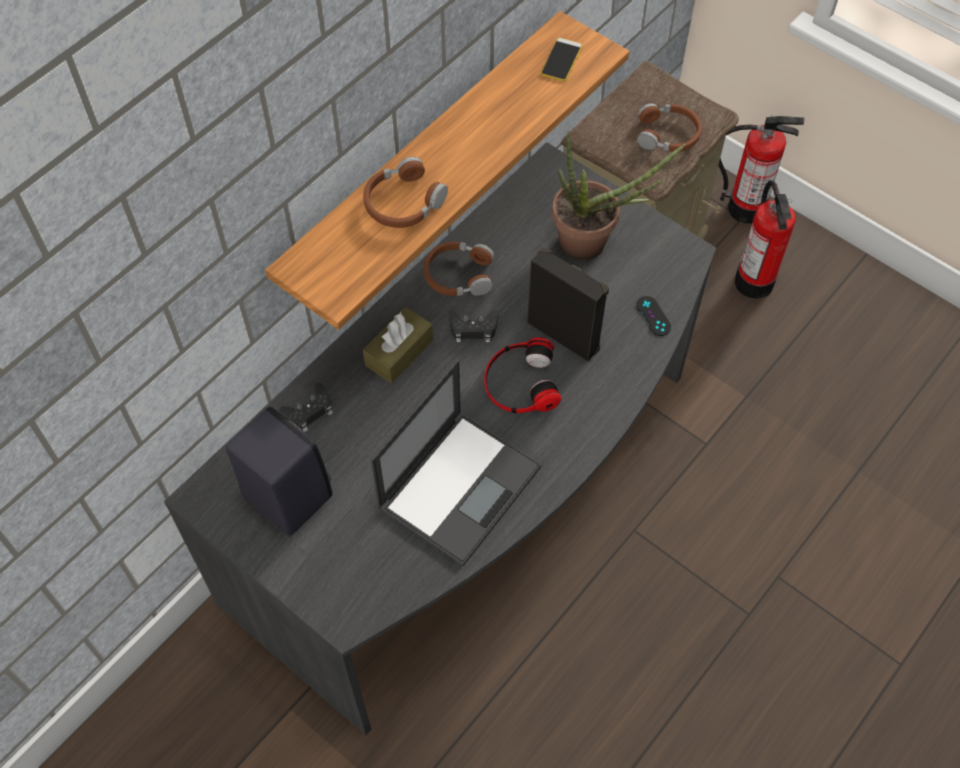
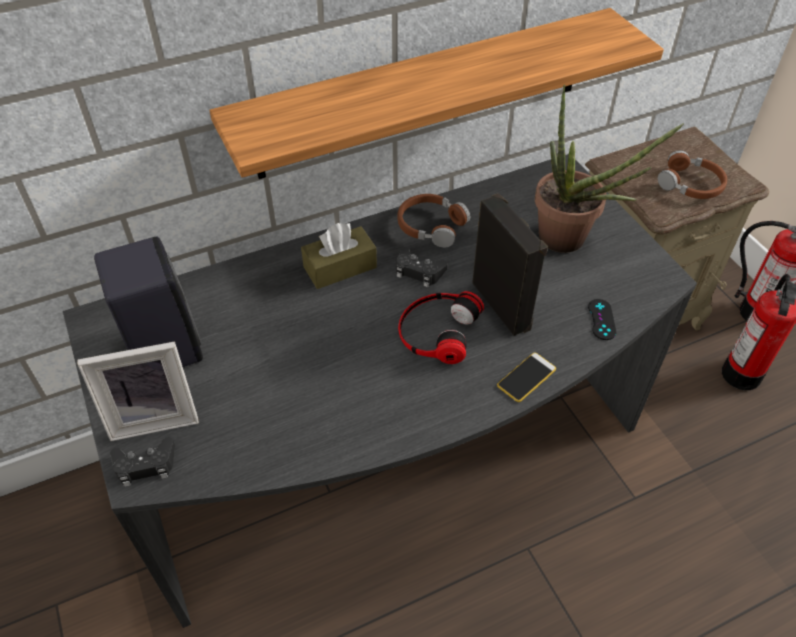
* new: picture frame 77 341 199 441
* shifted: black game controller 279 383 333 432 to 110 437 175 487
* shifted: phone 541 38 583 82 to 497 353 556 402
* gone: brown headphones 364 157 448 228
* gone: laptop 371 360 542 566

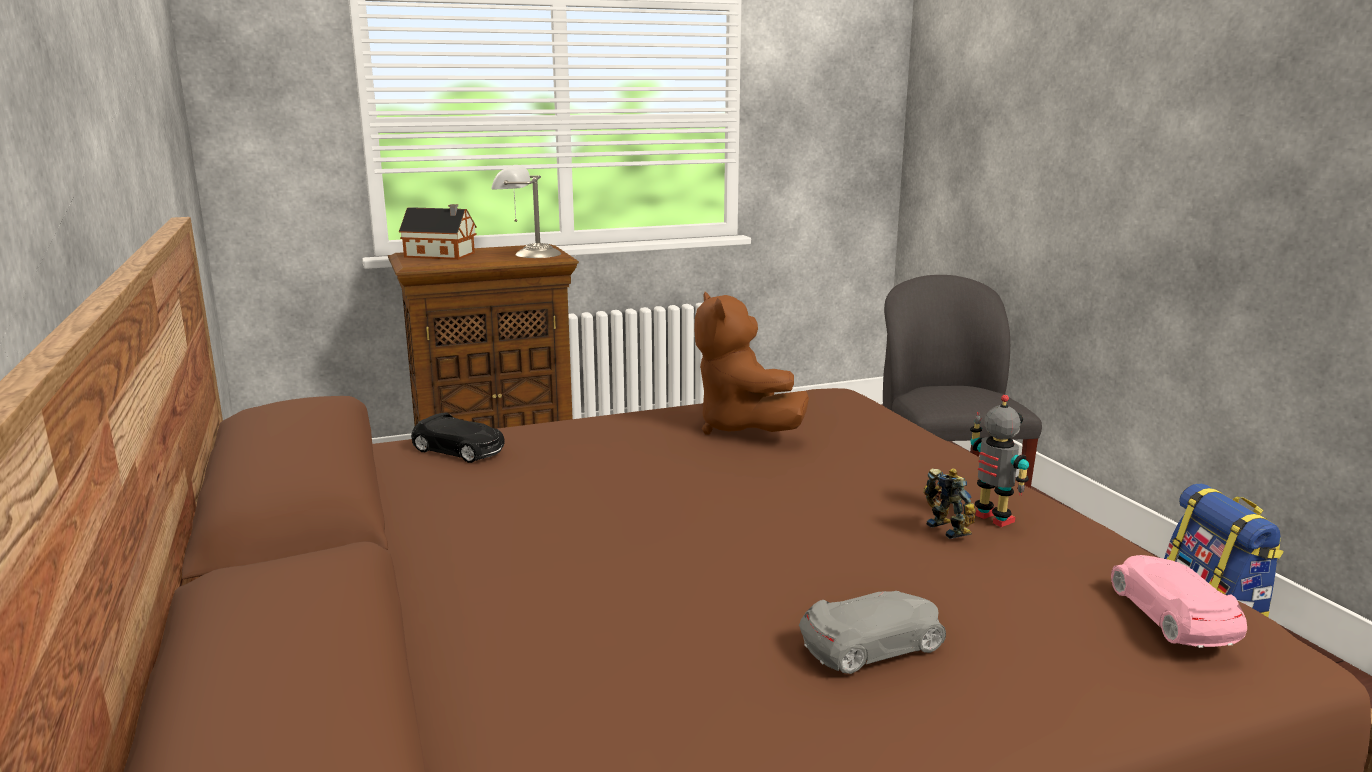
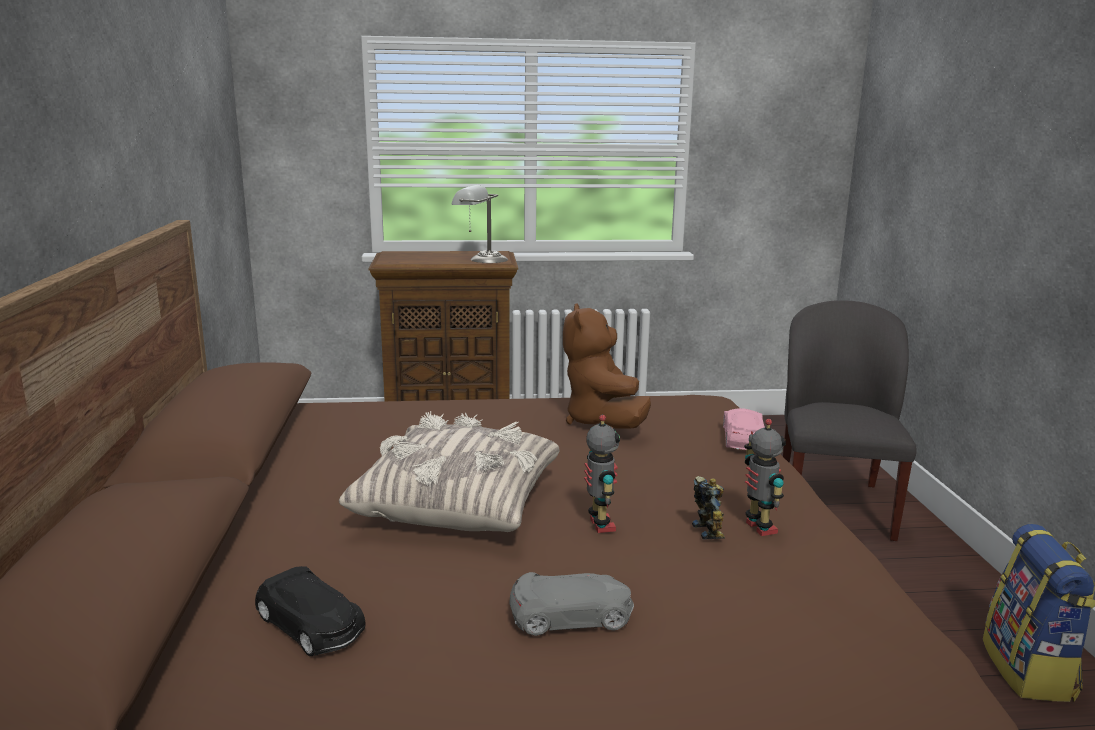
* shifted: black toy car 411 412 505 463 to 255 566 366 656
* new: beige pillow 339 411 560 532
* new: toy robot 584 415 620 533
* shifted: pink toy car 1111 555 1247 648 to 723 408 765 450
* gone: toy house 399 204 477 260

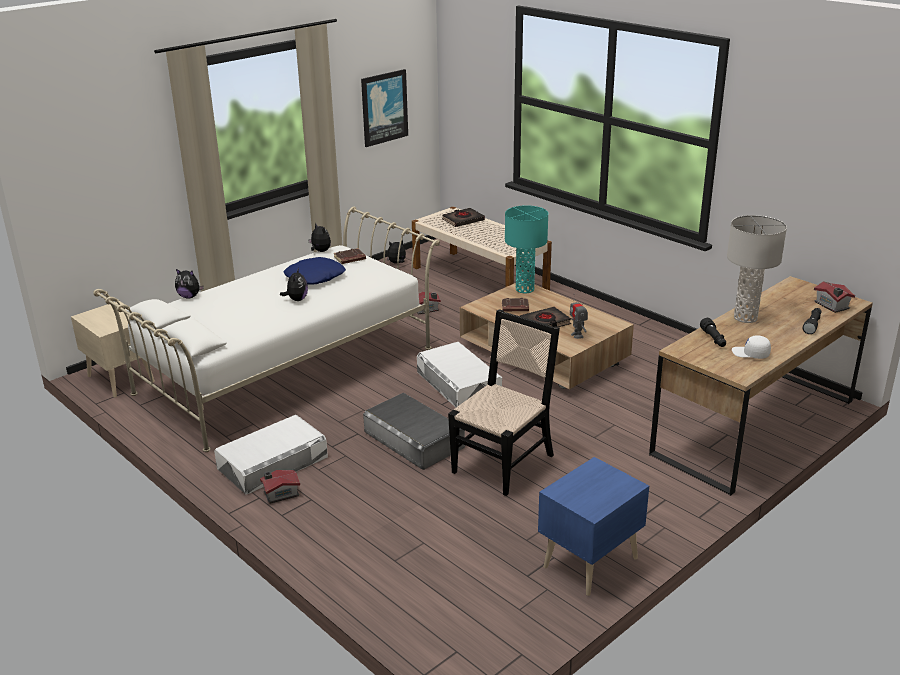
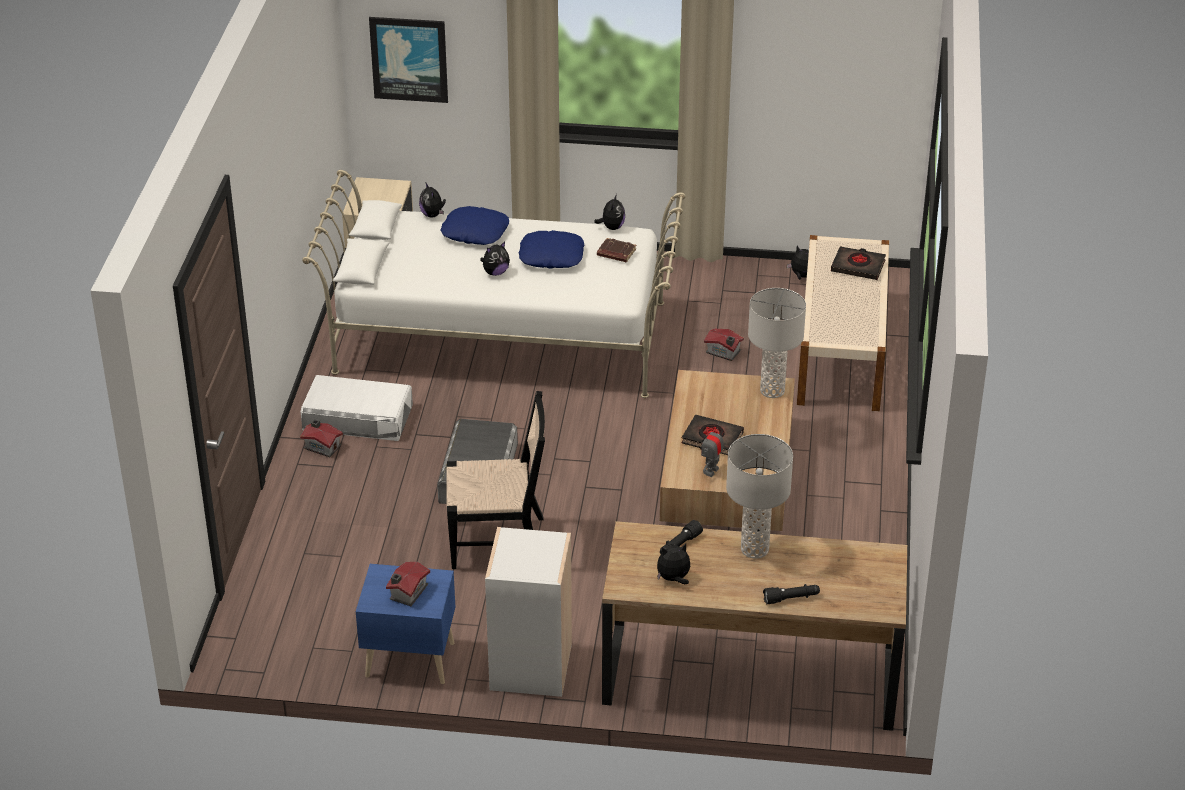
* shifted: picture 361 69 408 147 to 369 17 448 103
* shifted: toy house 814 281 855 313 to 386 562 430 606
* new: blue pillow 440 206 509 245
* new: bookcase 485 527 572 697
* swapped: white cap 732 335 771 359 to plush toy 657 543 690 584
* repainted: turquoise table lamp 505 205 548 293 to white table lamp 748 288 806 398
* gone: white storage box 417 342 502 408
* gone: brown book 502 298 529 312

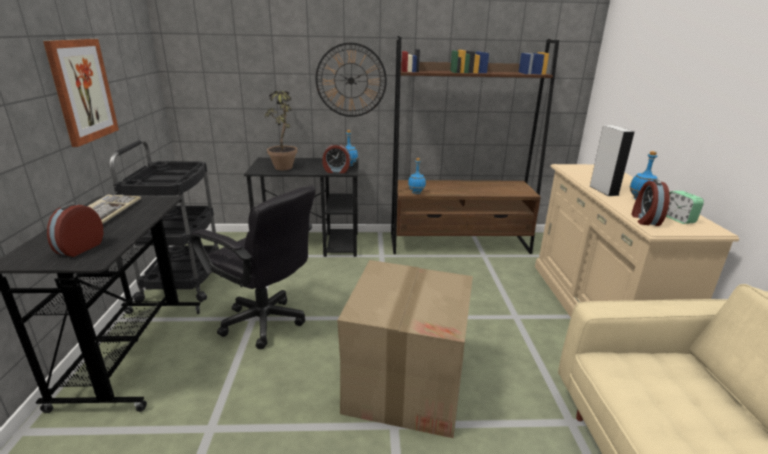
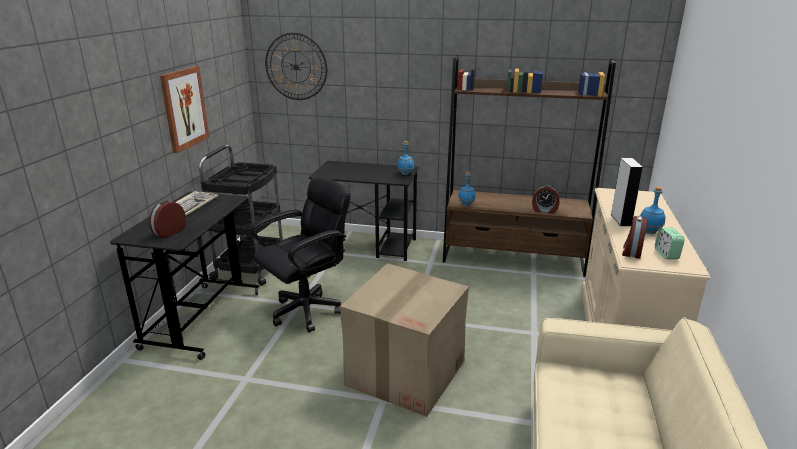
* rotated: black office chair 190 185 315 349 = 251 177 351 333 90 degrees counterclockwise
* shifted: wall clock 316 42 387 117 to 265 33 327 100
* shifted: alarm clock 322 143 351 173 to 532 185 560 214
* gone: potted plant 265 91 297 170

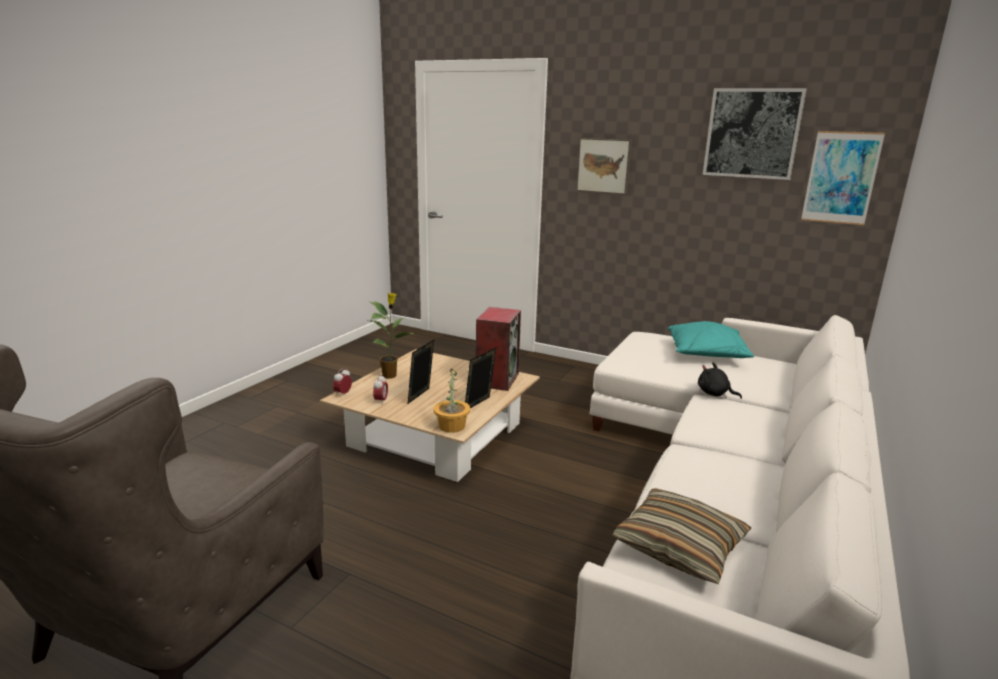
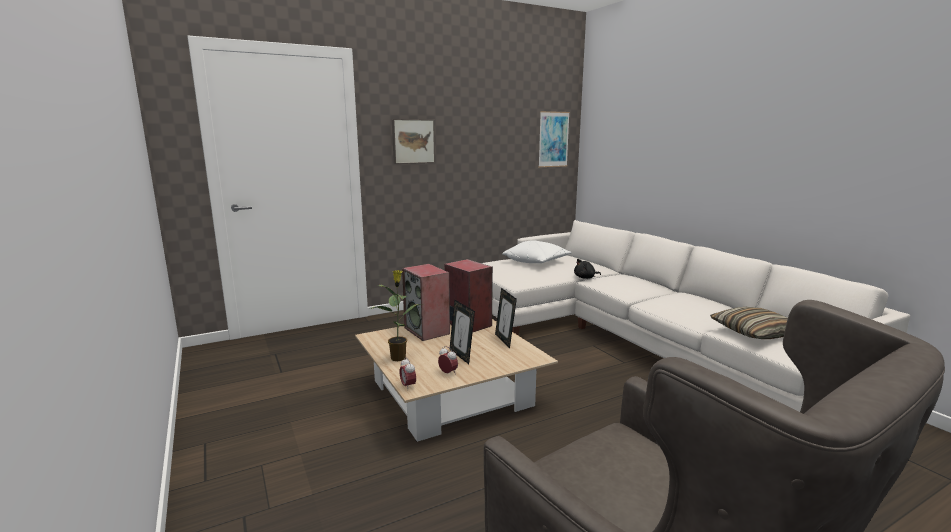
* new: speaker 402 264 450 341
* repainted: turquoise pillow 668 321 754 358 to white pillow 502 240 572 263
* gone: potted plant 434 368 470 433
* gone: picture 703 88 807 180

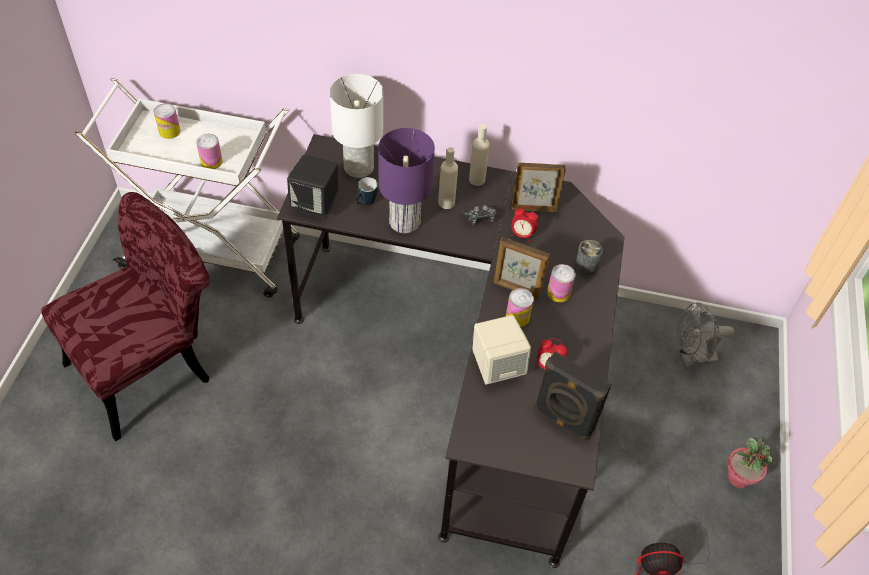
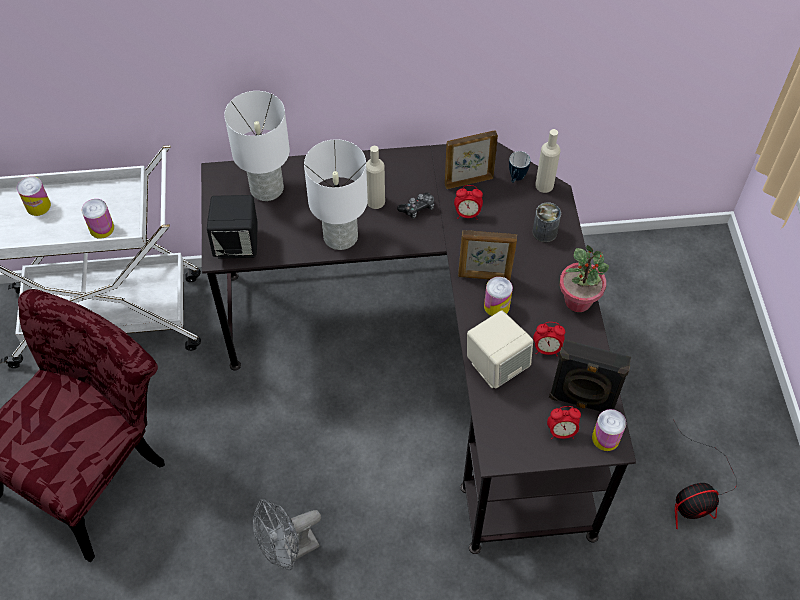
* shifted: grey fan 678 302 735 368 to 253 499 321 570
* repainted: purple table lamp 379 128 435 233 to white table lamp 304 139 368 250
* shifted: mug 355 177 378 205 to 509 151 530 183
* shifted: beige bottle 469 124 490 186 to 535 129 560 193
* new: alarm clock 547 406 581 439
* shifted: potted plant 727 438 773 488 to 559 245 609 312
* shifted: can 547 264 576 302 to 592 409 626 451

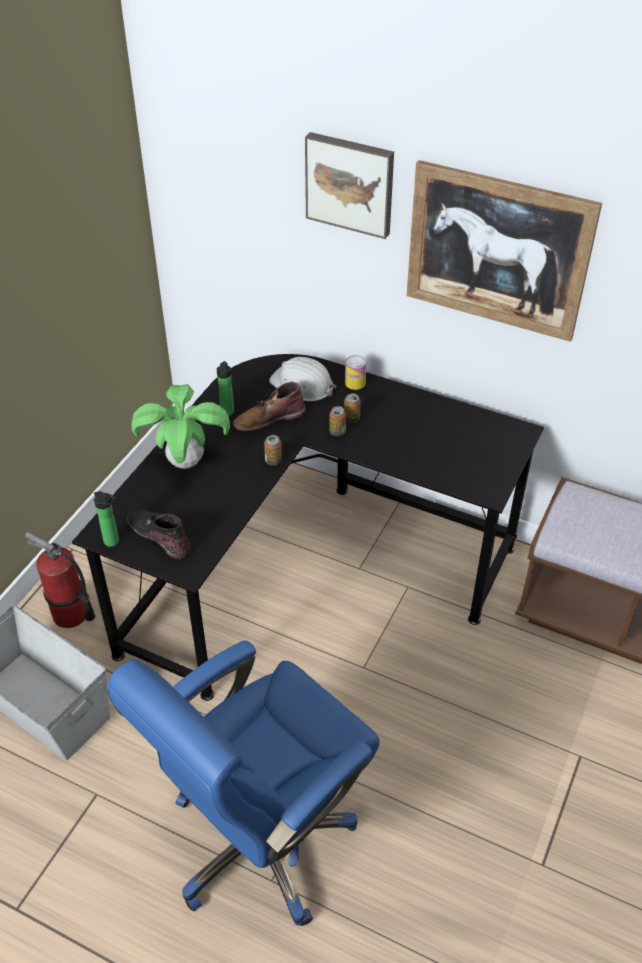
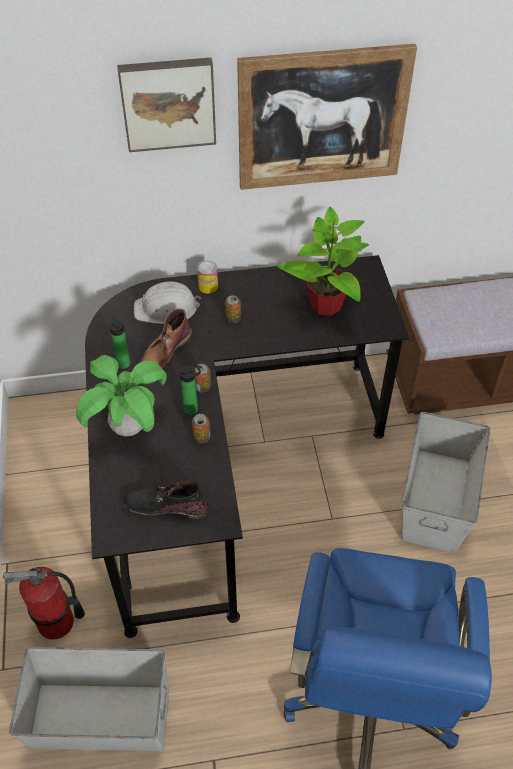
* shifted: bottle 94 491 119 547 to 179 365 201 415
* shifted: can 329 406 346 436 to 192 414 211 443
* new: potted plant 277 207 369 316
* new: grey storage box 401 412 490 553

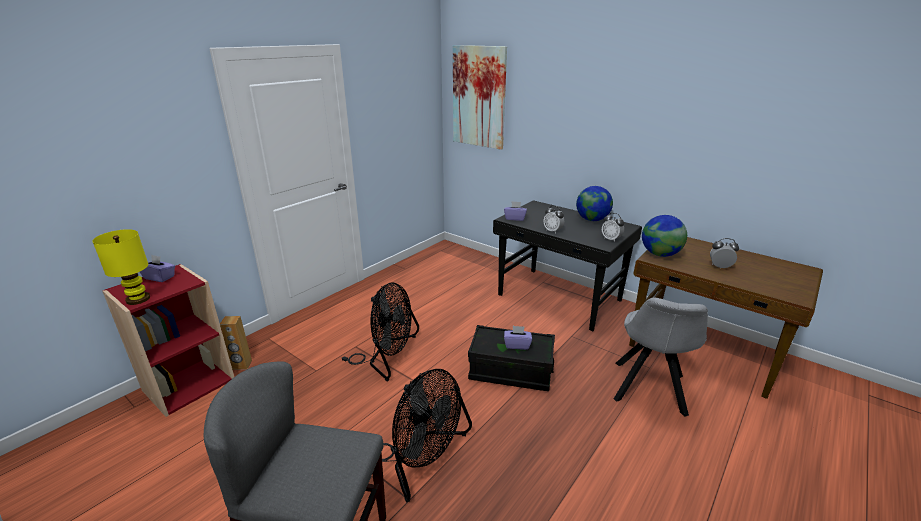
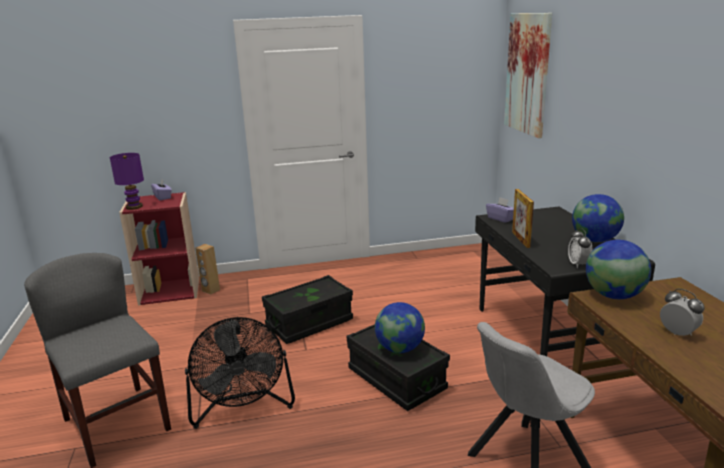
* repainted: yellow table lamp 92 229 150 305 to purple table lamp 110 153 144 210
* swapped: black fan 342 282 419 381 to black storage box 262 275 353 344
* swapped: purple tissue box 504 326 532 350 to globe 375 302 425 353
* swapped: alarm clock 544 205 564 234 to picture frame 512 189 534 248

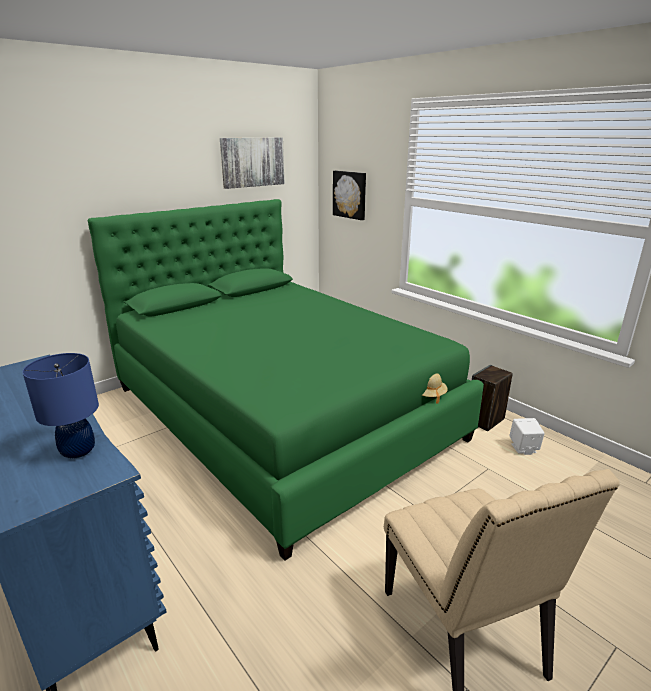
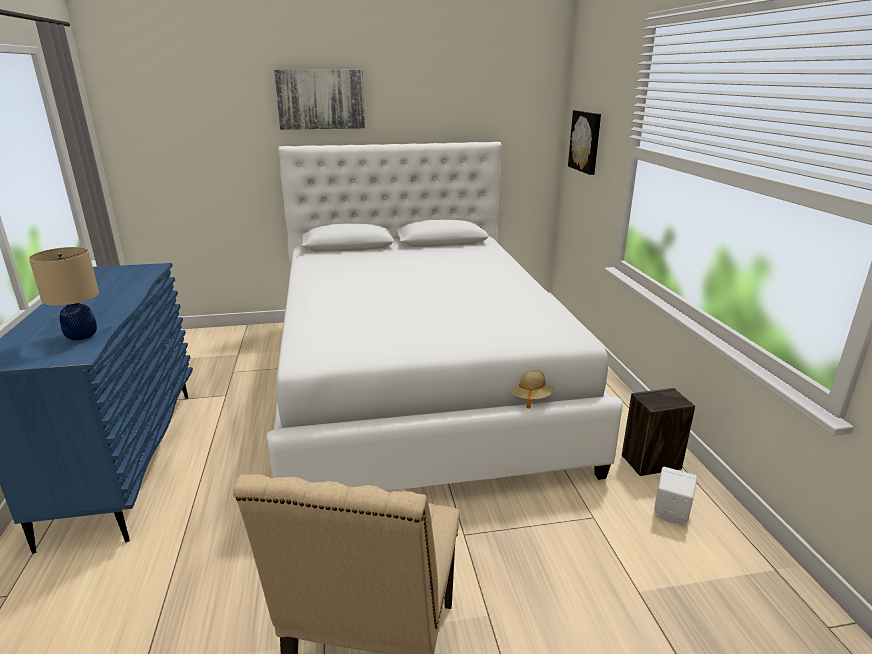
* repainted: blue table lamp 22 353 99 459 to beige table lamp 29 247 99 341
* repainted: green bed 88 199 484 561 to white bed 267 142 623 491
* shifted: picture 220 137 285 189 to 274 70 365 130

